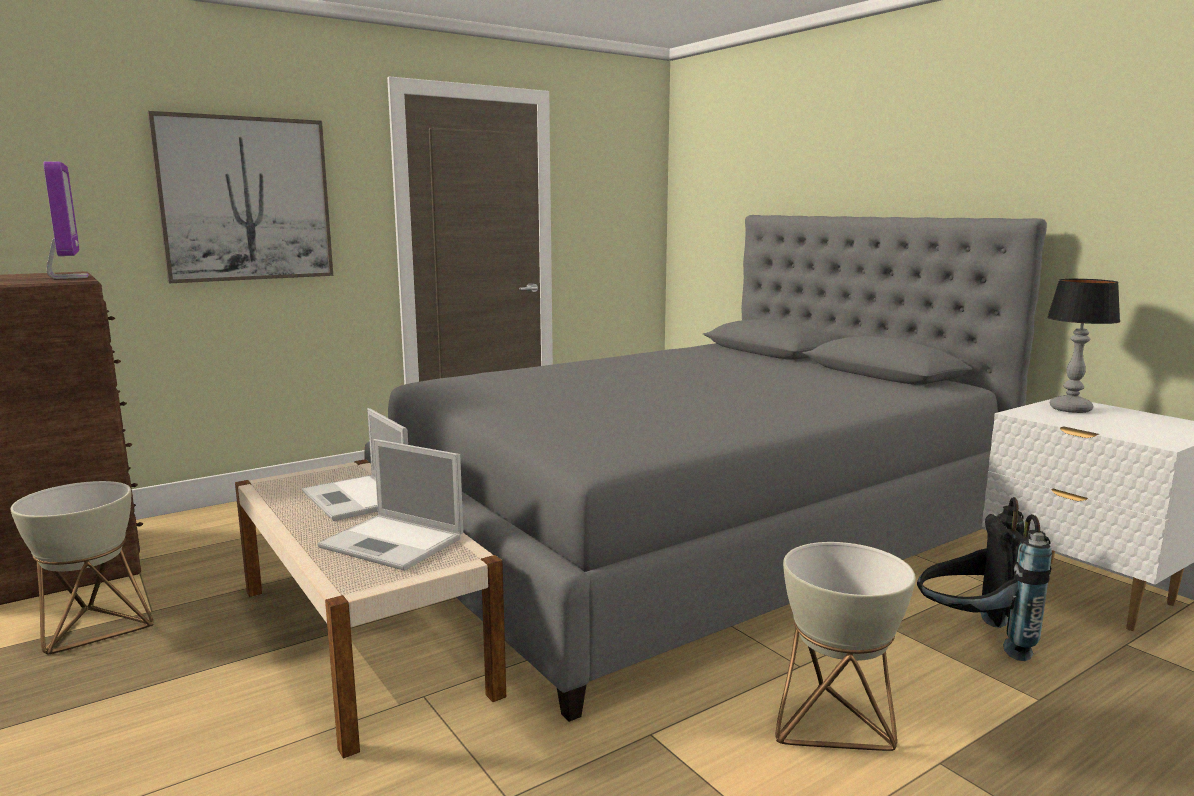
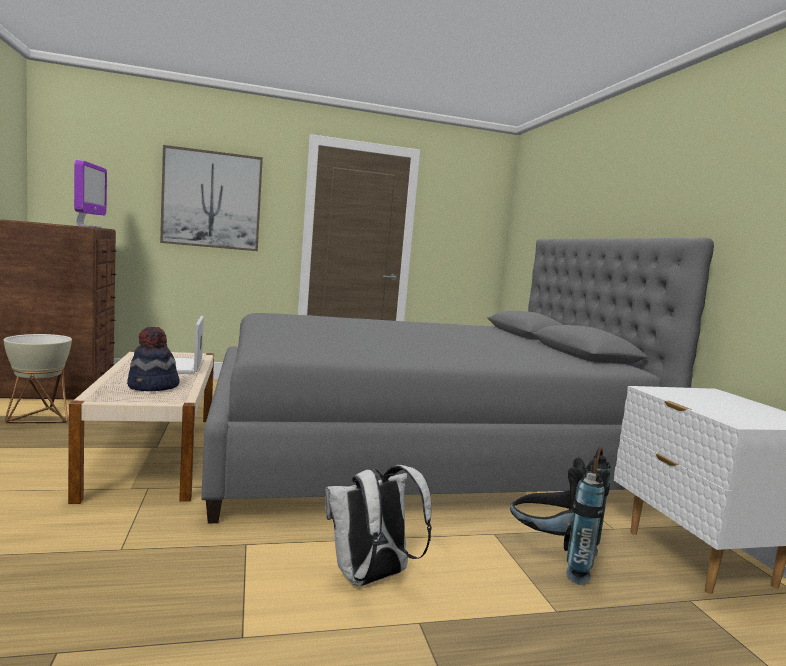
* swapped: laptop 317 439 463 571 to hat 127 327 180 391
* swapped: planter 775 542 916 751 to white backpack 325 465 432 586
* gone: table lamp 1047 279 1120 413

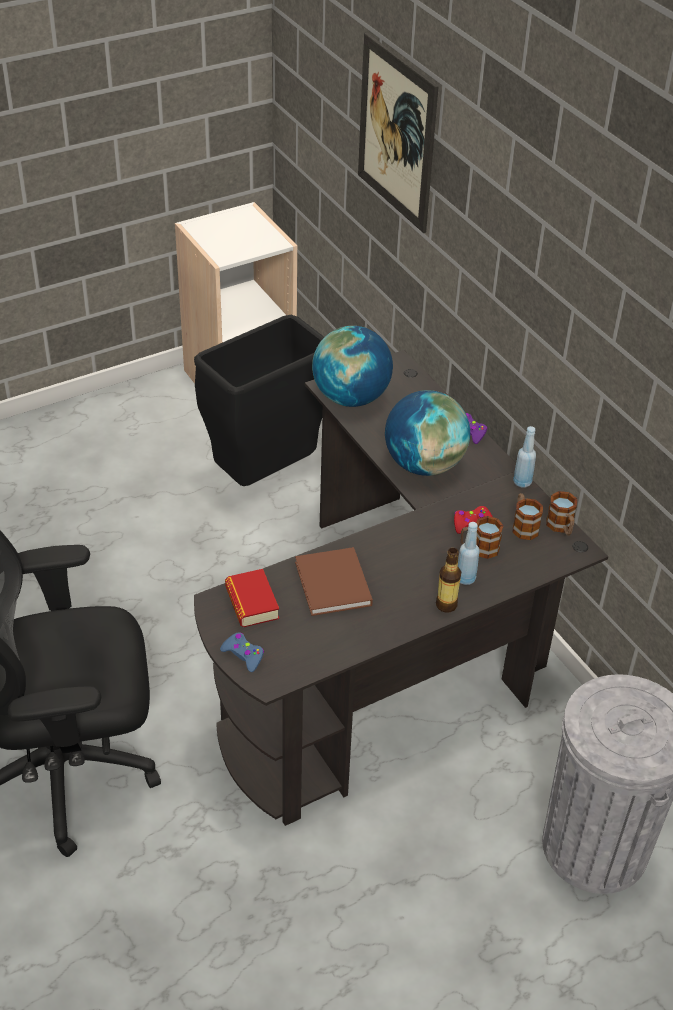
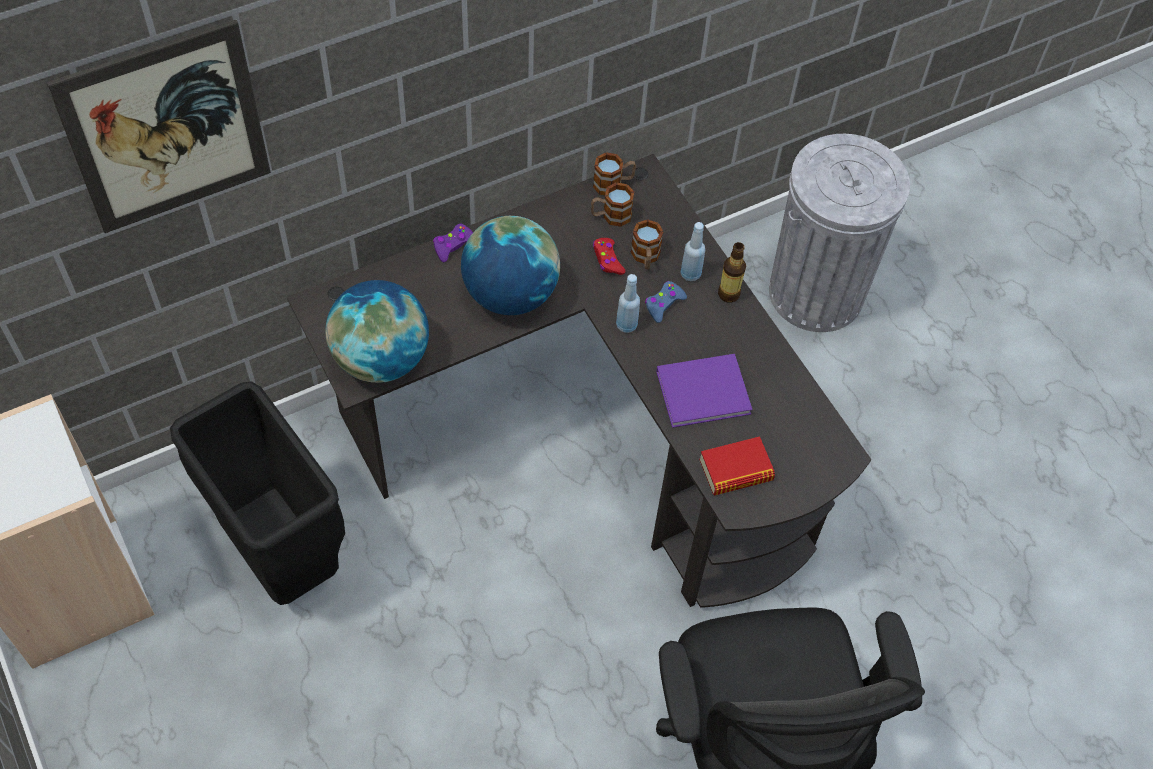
* shifted: blue bottle 513 426 536 488 to 616 274 640 333
* shifted: blue game controller 220 632 264 672 to 645 281 687 323
* repainted: brown book 295 547 373 616 to purple book 656 354 752 428

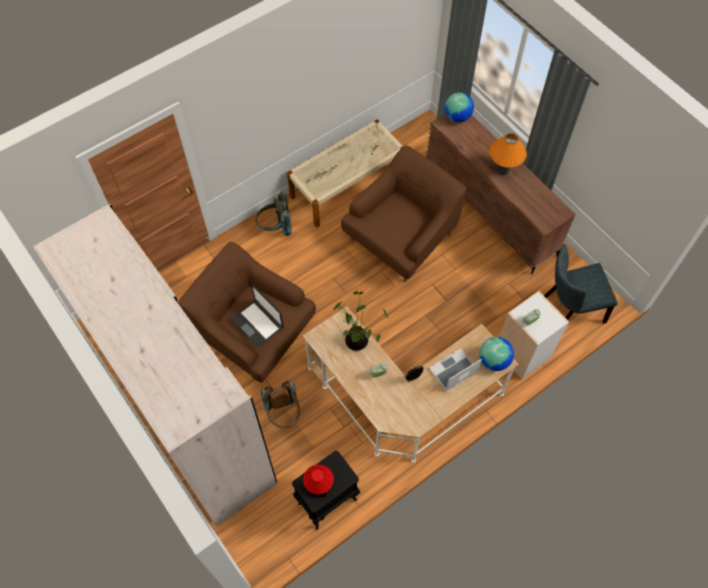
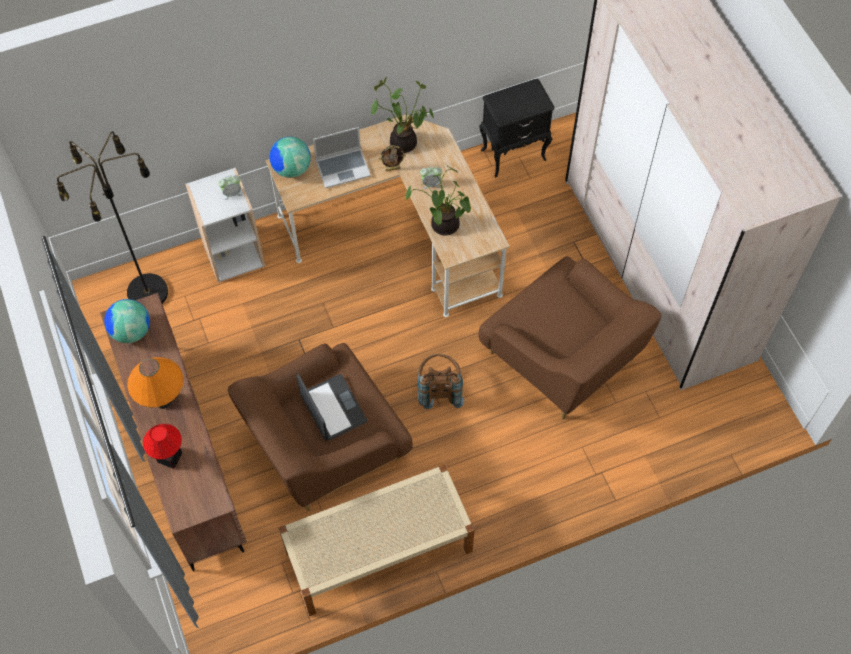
* swapped: grey chair 544 244 618 323 to floor lamp 57 131 168 304
* shifted: globe 445 92 474 122 to 104 299 150 343
* shifted: table lamp 303 464 334 497 to 143 424 182 469
* shifted: laptop 231 285 284 348 to 297 374 367 441
* new: potted plant 371 77 434 153
* shifted: brown backpack 261 380 300 428 to 417 354 464 409
* gone: grey backpack 255 192 292 236

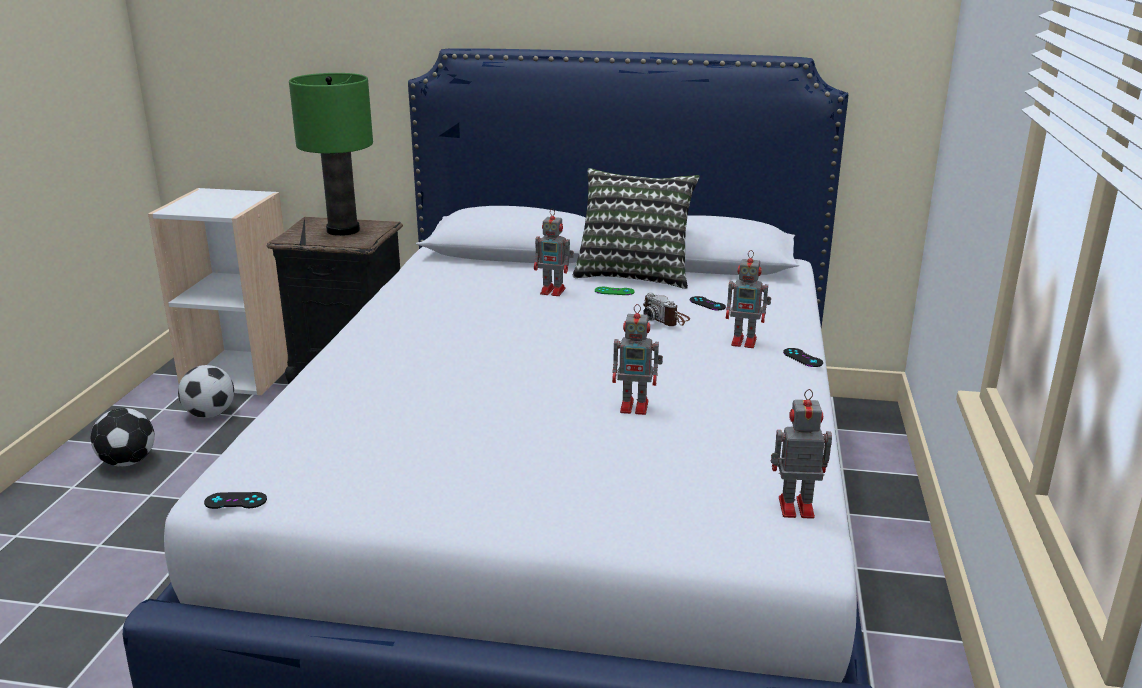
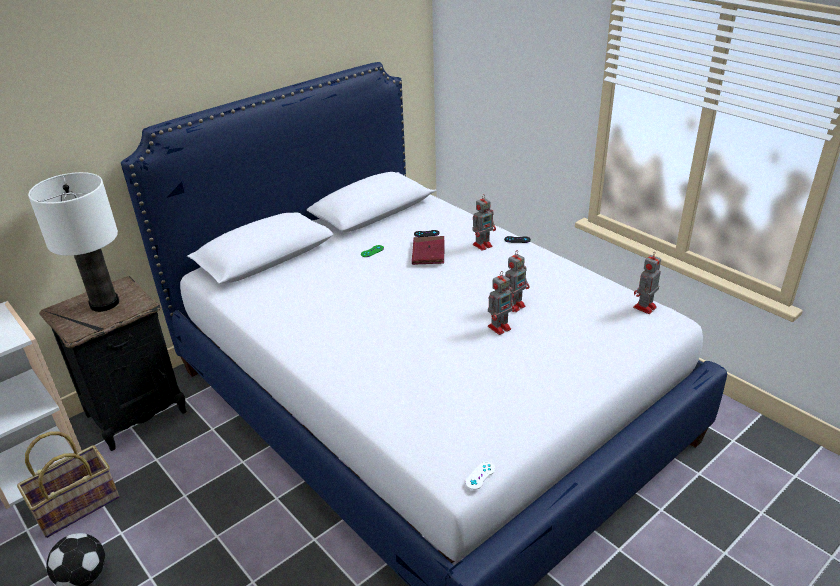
* swapped: football 178 365 234 418 to basket 17 431 119 538
* repainted: green table lamp 289 73 373 236 to white table lamp 28 172 119 312
* swapped: photo camera 643 293 690 326 to red book 412 236 444 265
* repainted: black game controller 204 492 267 509 to white game controller 465 461 495 490
* shifted: toy robot 534 208 574 296 to 488 271 516 335
* gone: pillow 572 168 700 289

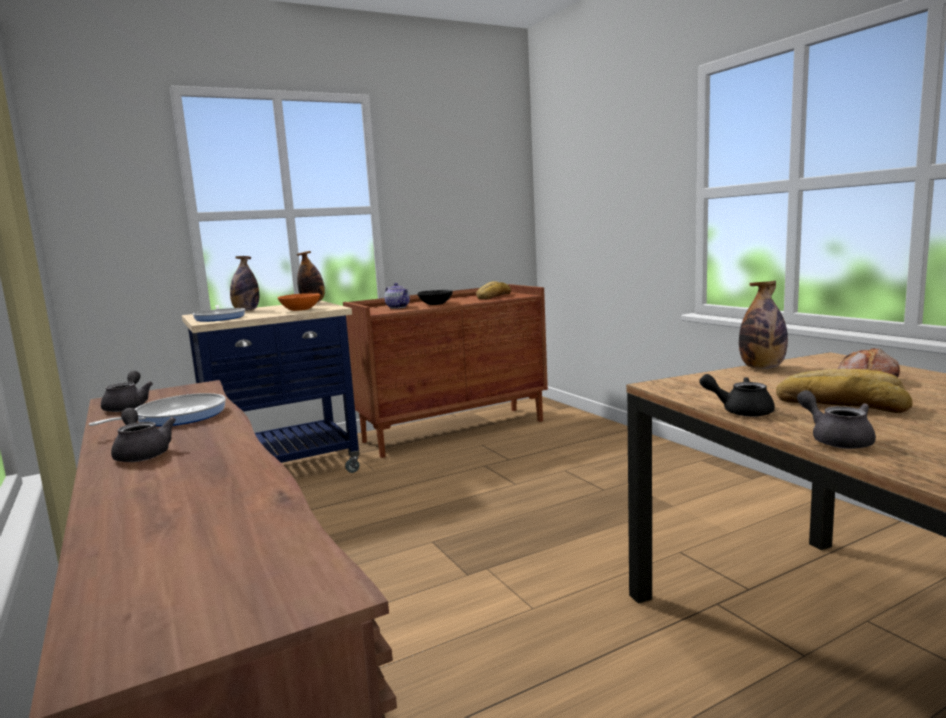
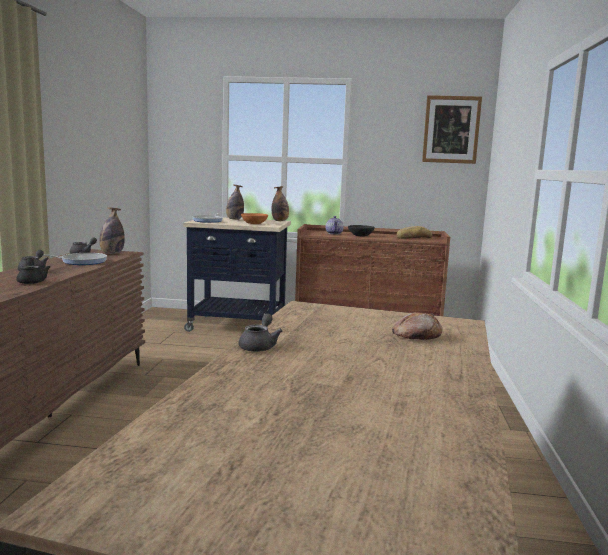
* shifted: black teapot 699 374 775 417 to 17 258 50 284
* shifted: bottle 739 281 788 369 to 99 207 125 254
* new: picture 422 95 482 164
* gone: bread 776 369 913 413

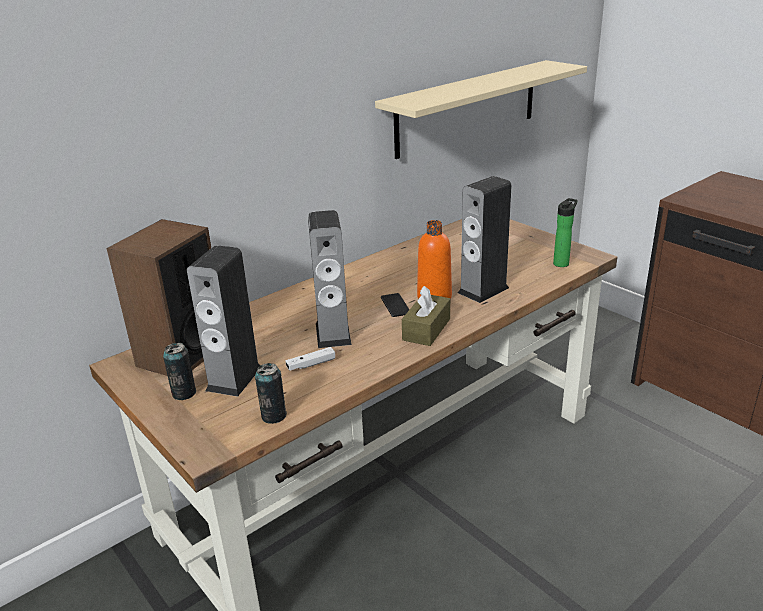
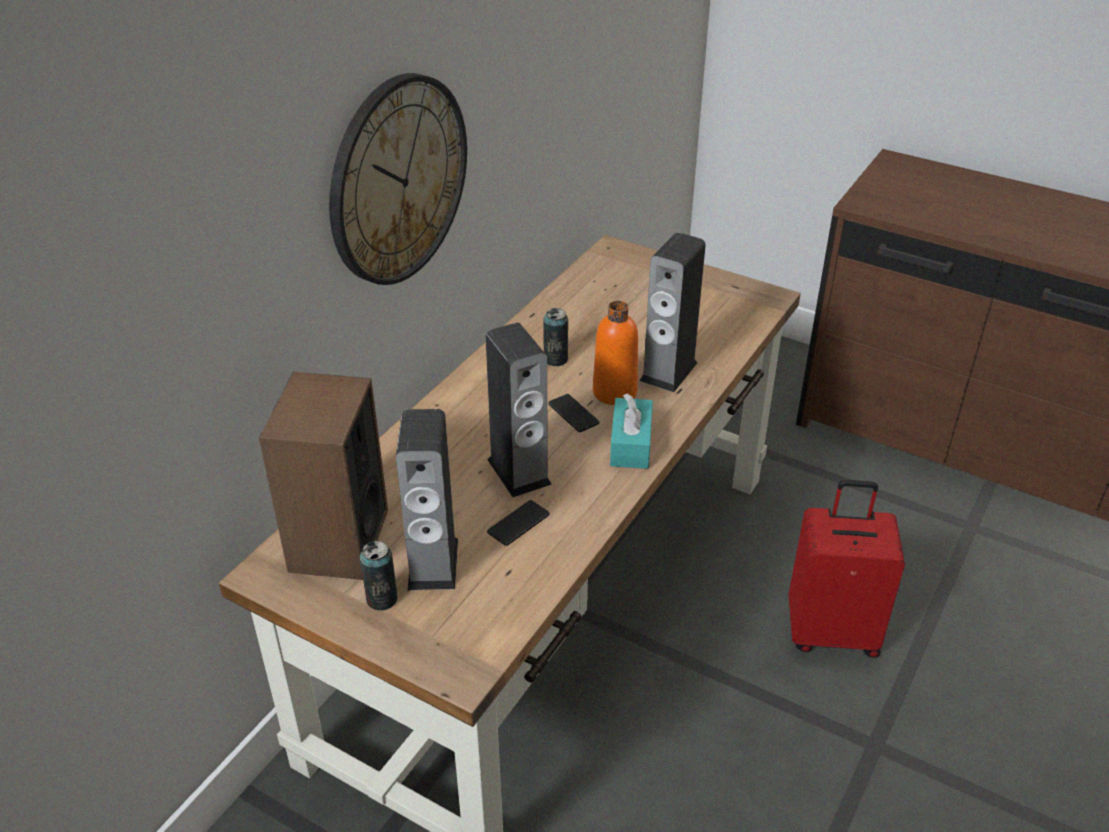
* new: wall clock 329 73 467 285
* swapped: white game controller 286 347 335 371 to phone 487 500 550 546
* shifted: can 255 363 287 424 to 543 308 568 366
* repainted: brown tissue box 402 286 450 346 to turquoise tissue box 610 394 653 469
* new: red suitcase 789 480 905 658
* gone: beige shelf 375 60 587 159
* gone: bottle 553 198 578 267

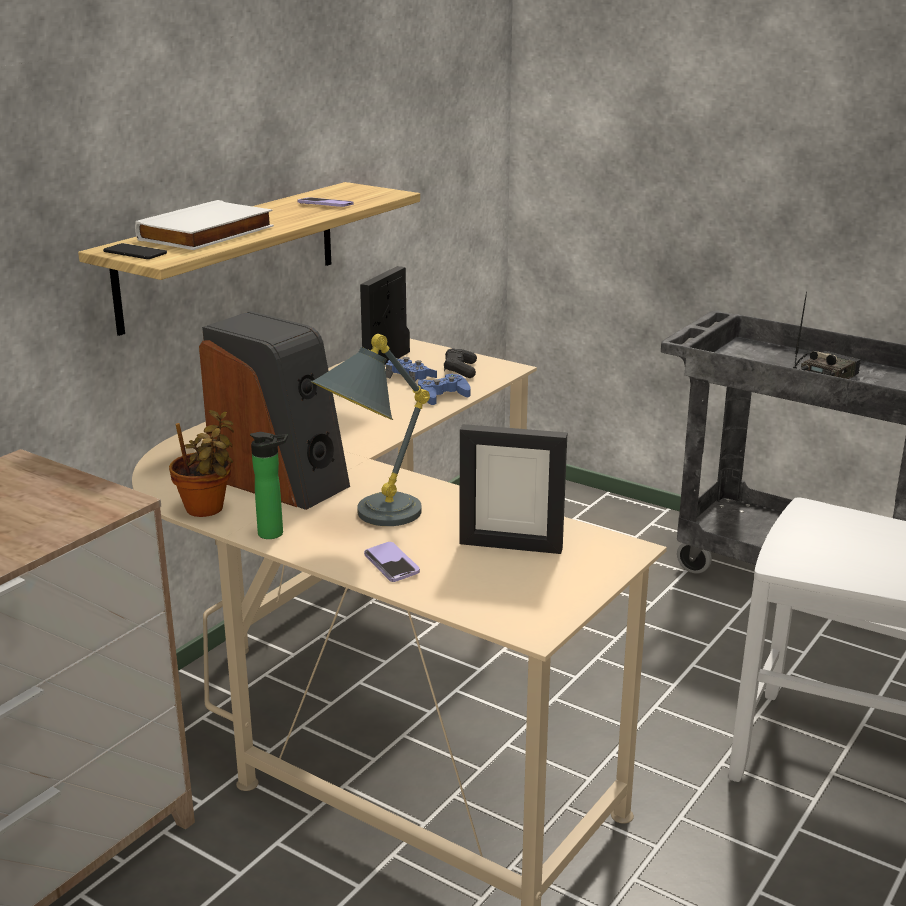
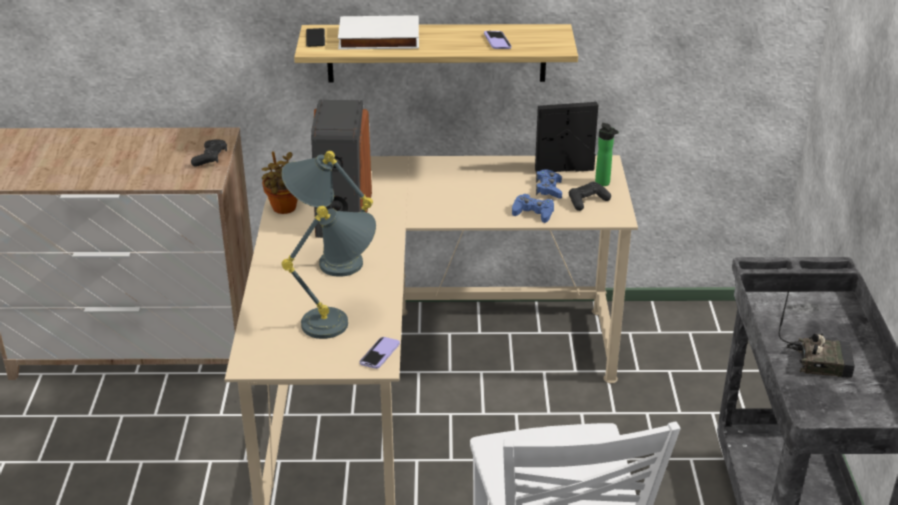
* new: black game controller 191 139 227 167
* swapped: picture frame 459 424 567 554 to grey table lamp 281 206 376 339
* shifted: phone 364 542 420 582 to 360 337 400 369
* shifted: bottle 250 432 288 539 to 595 123 619 186

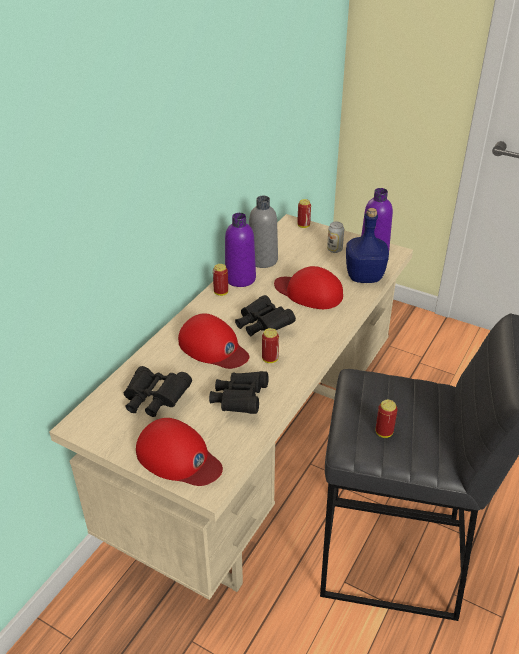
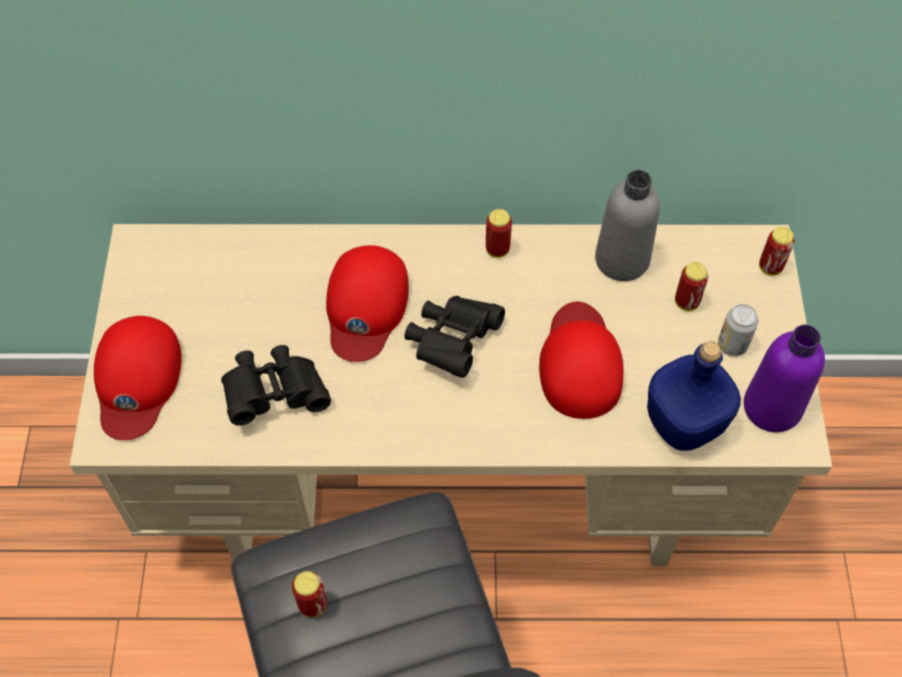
* shifted: can 262 328 279 363 to 675 262 709 311
* gone: black binoculars 124 366 192 417
* gone: purple bottle 225 213 256 287

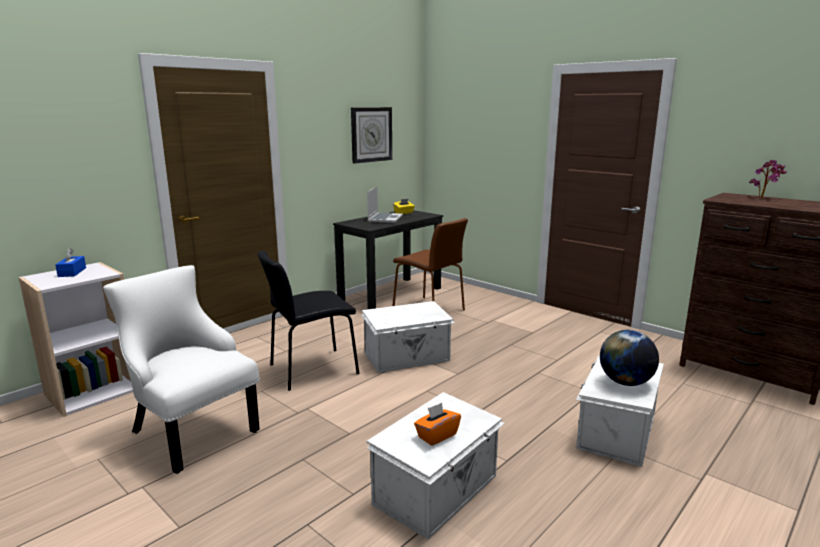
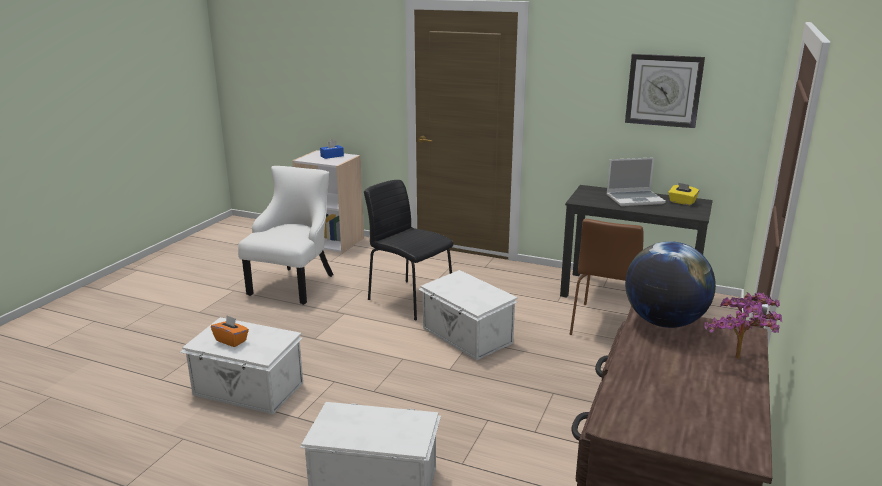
* shifted: globe 600 330 659 386 to 625 241 716 328

